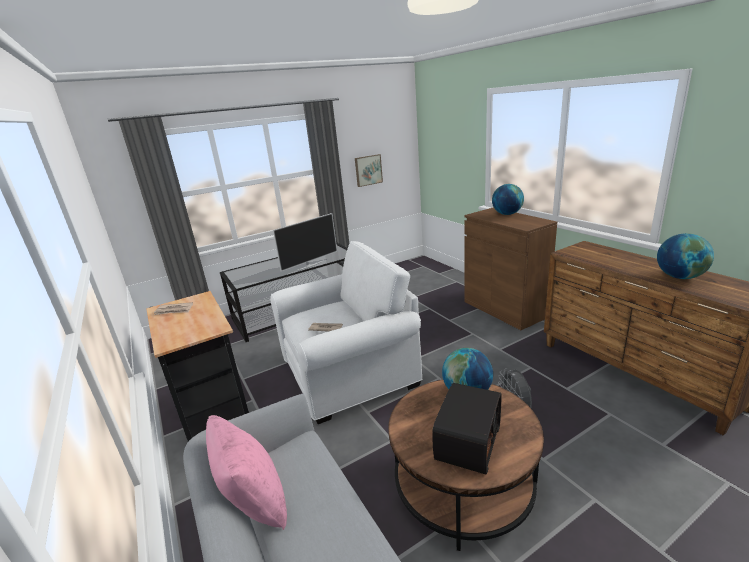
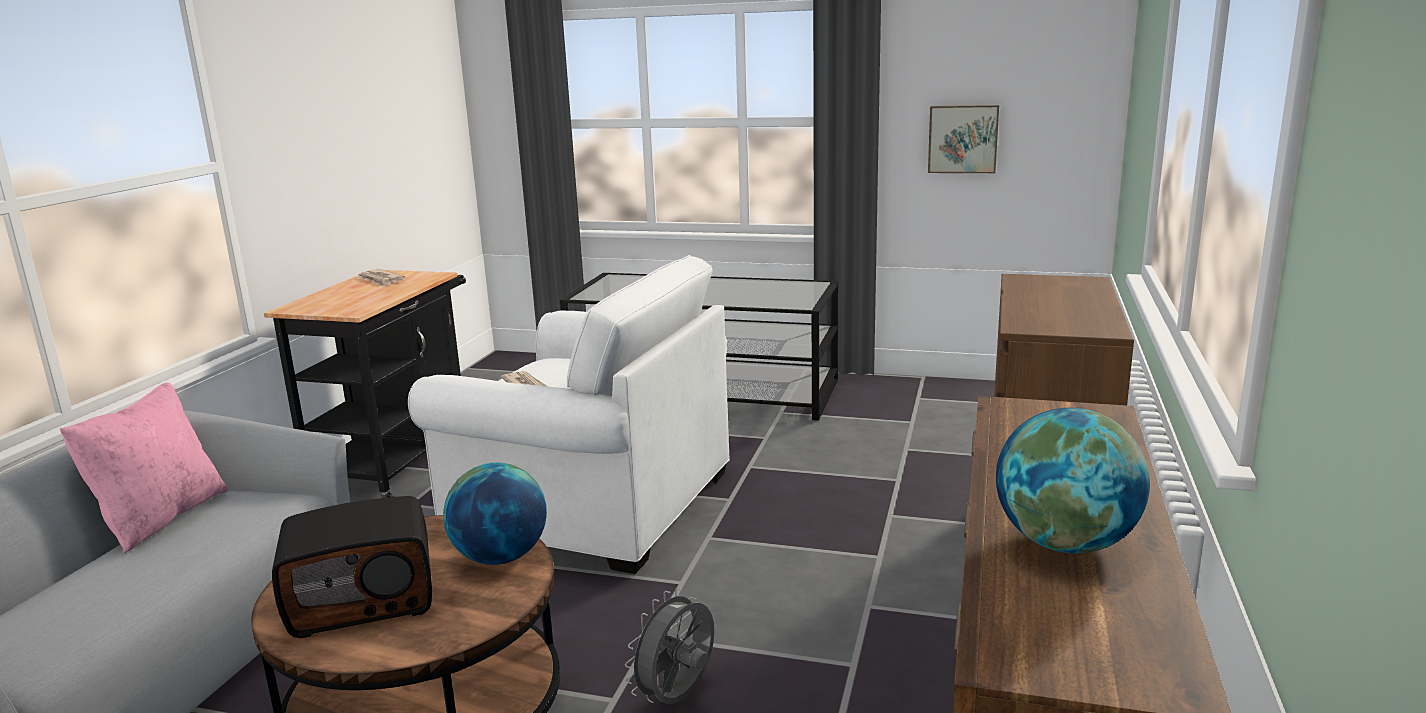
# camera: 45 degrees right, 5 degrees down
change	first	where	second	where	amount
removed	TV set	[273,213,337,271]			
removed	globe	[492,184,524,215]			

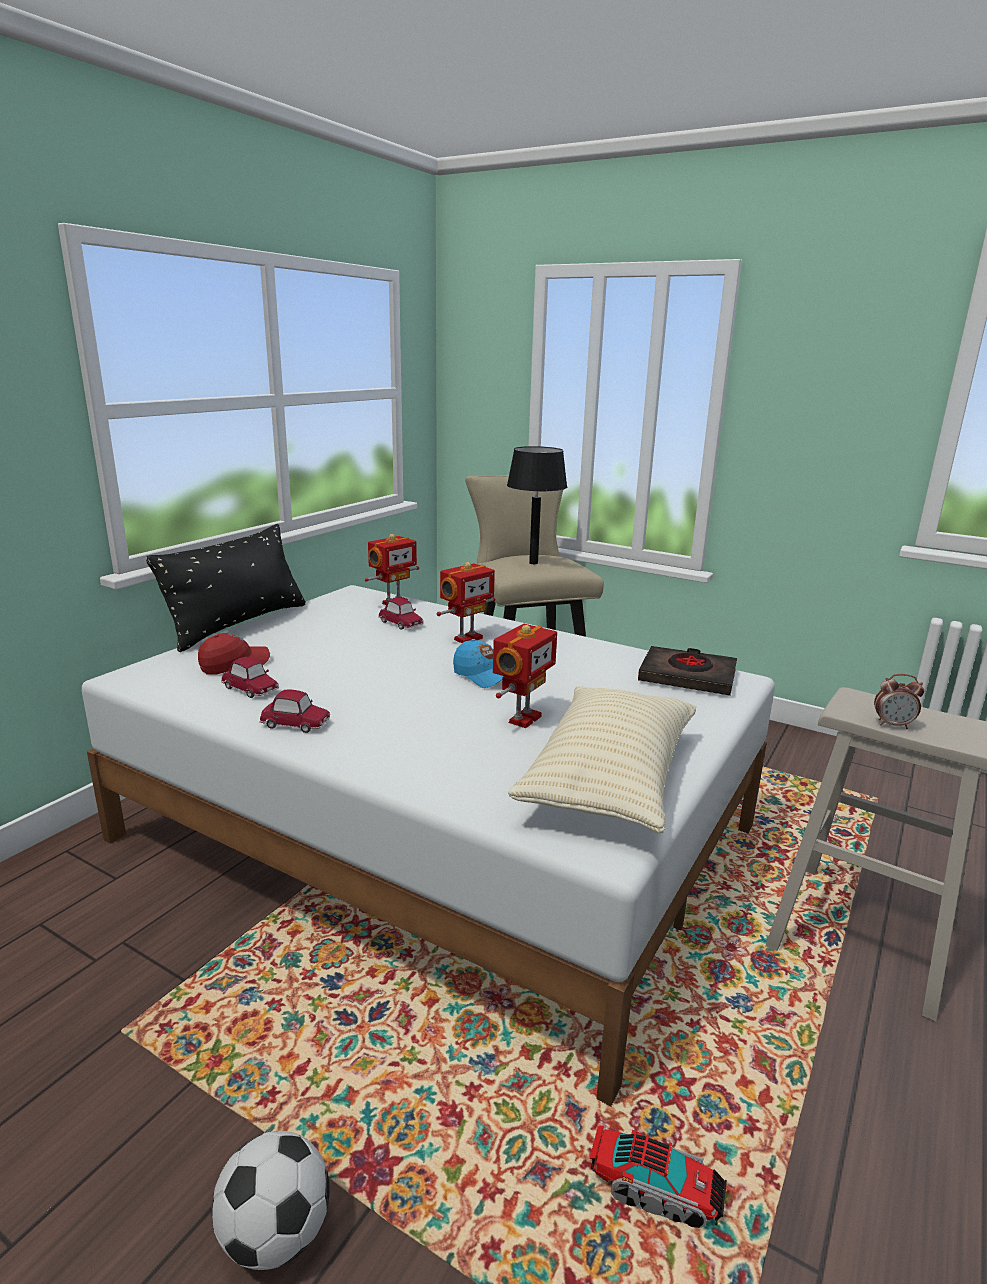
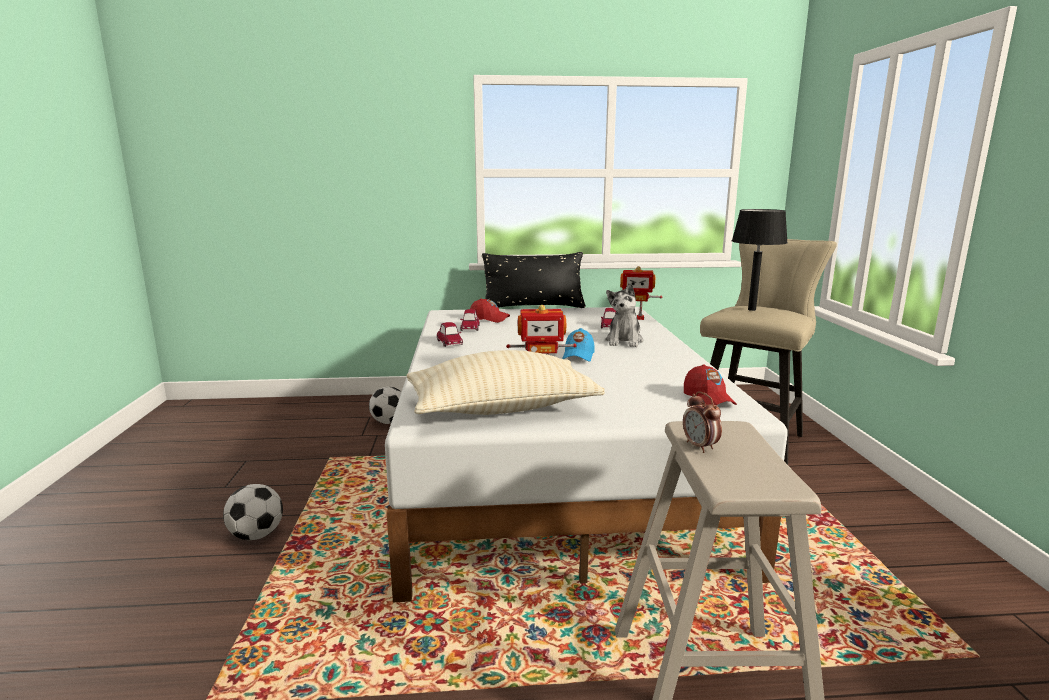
# camera: 55 degrees right, 5 degrees down
change	first	where	second	where	amount
added			ball for football	[369,387,401,424]	
replaced	toy robot	[436,562,495,643]	soft toy	[605,283,644,347]	
replaced	bound book in blackish	[638,646,737,696]	baseball cap in reddish	[684,364,737,405]	
removed	model truck	[590,1126,728,1228]			

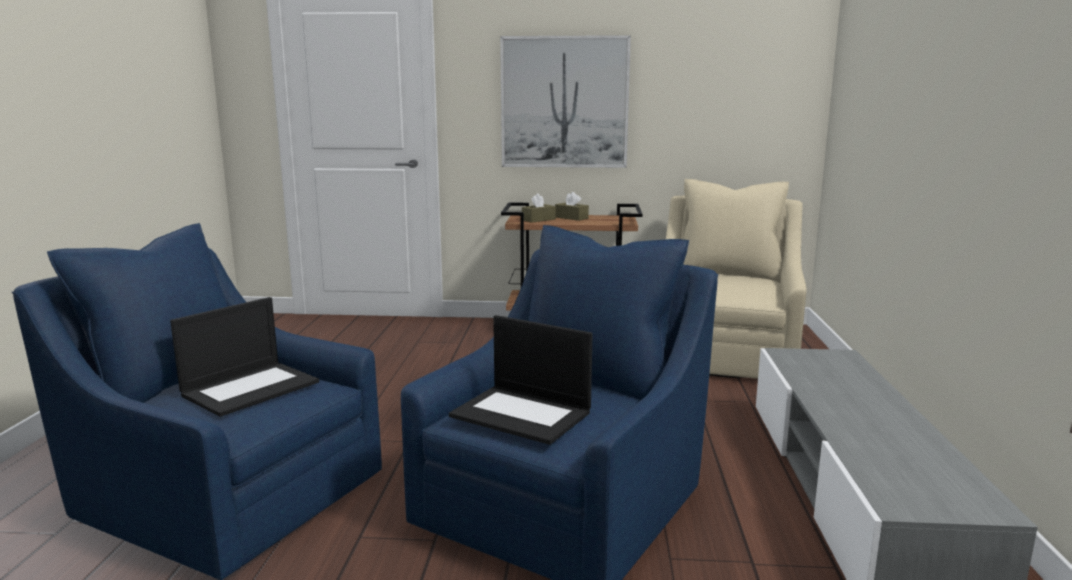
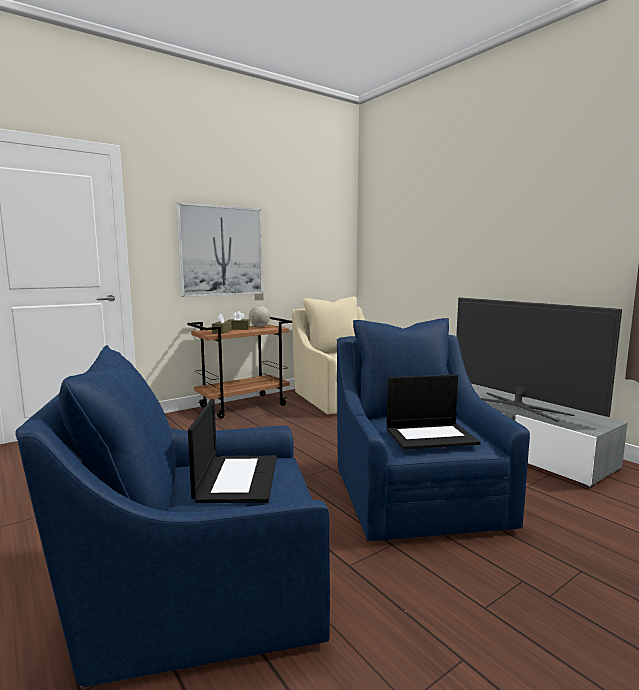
# camera: 40 degrees left, 5 degrees down
change	first	where	second	where	amount
added			globe	[249,294,270,327]	
added			TV set	[456,297,622,422]	

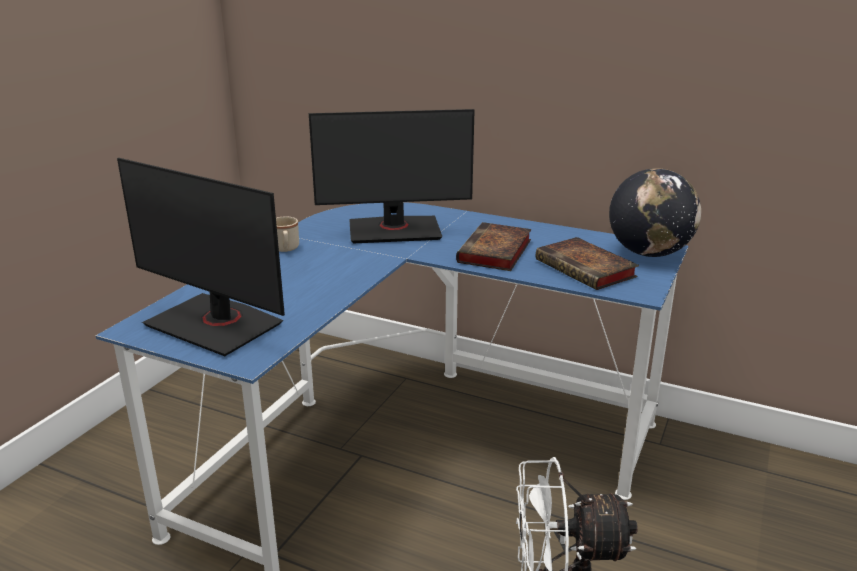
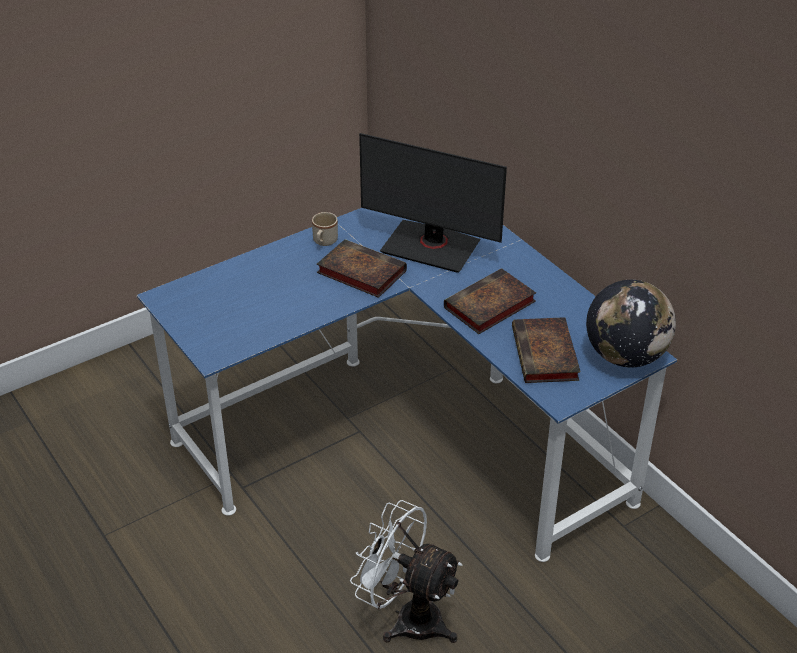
# camera: 30 degrees right, 15 degrees up
change	first	where	second	where	amount
added			bound book	[316,239,407,298]	
removed	computer display	[117,158,285,356]			

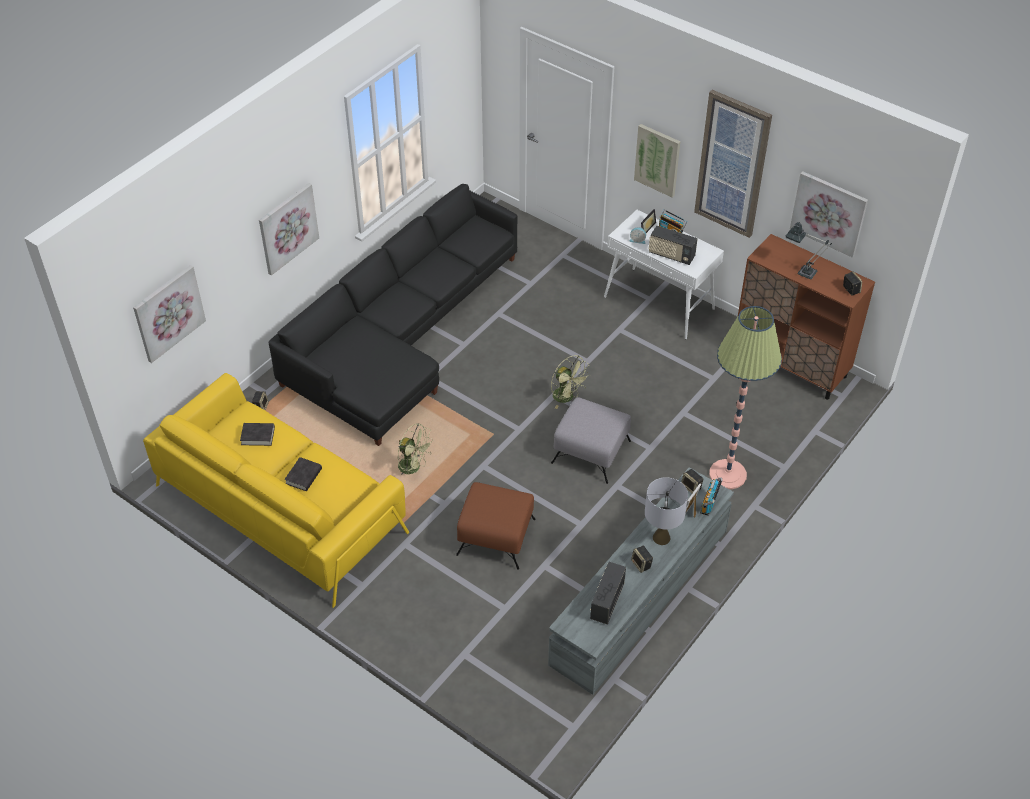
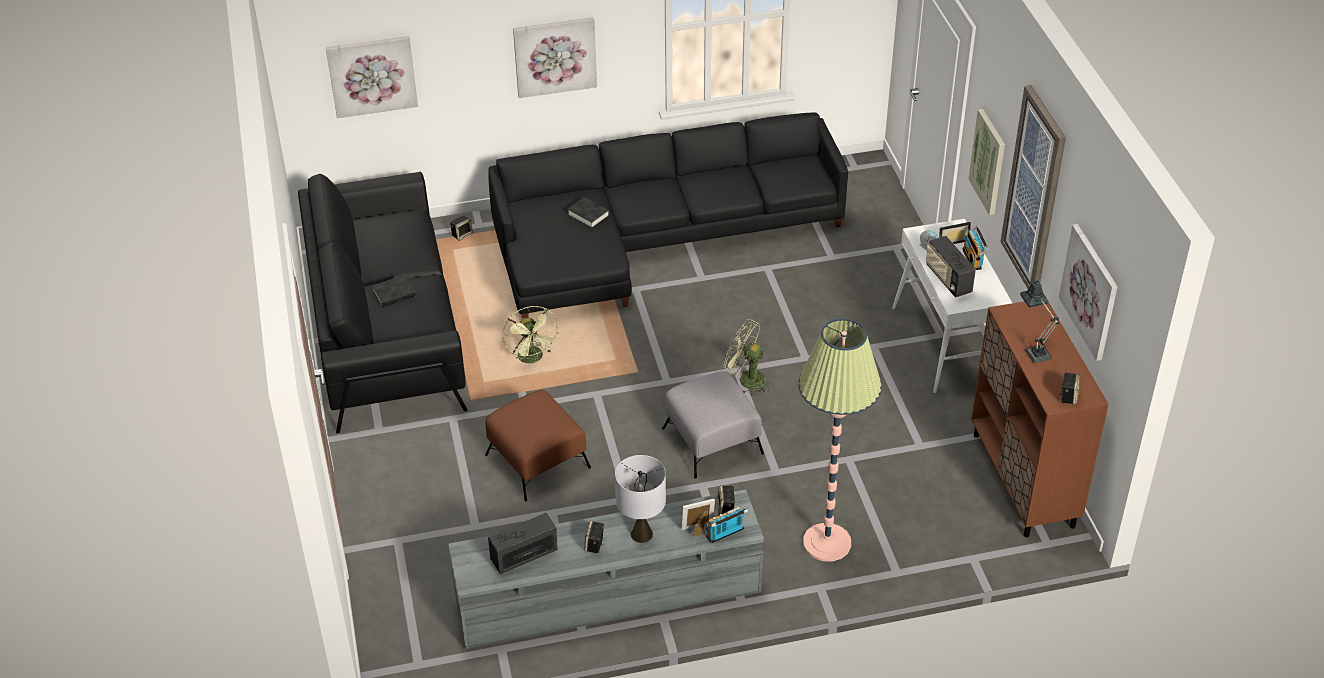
# camera: 40 degrees right, 5 degrees down
change	first	where	second	where	amount
recoloured	sofa in yellowish	[143,373,409,608]	sofa in blackish	[298,172,468,433]	
moved	bound book in blackish	[240,423,275,446]		[568,197,610,228]	
turned	electric fan in green-coloured	[551,355,590,409]		[724,319,768,396]	120 degrees clockwise

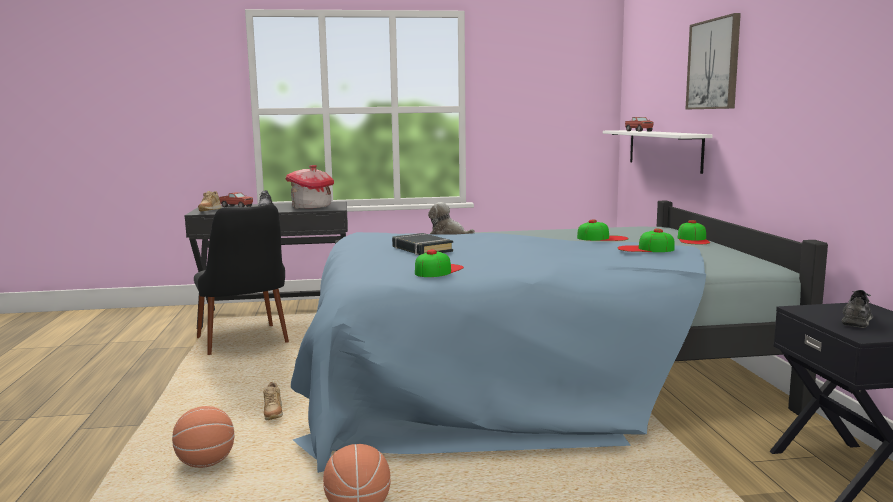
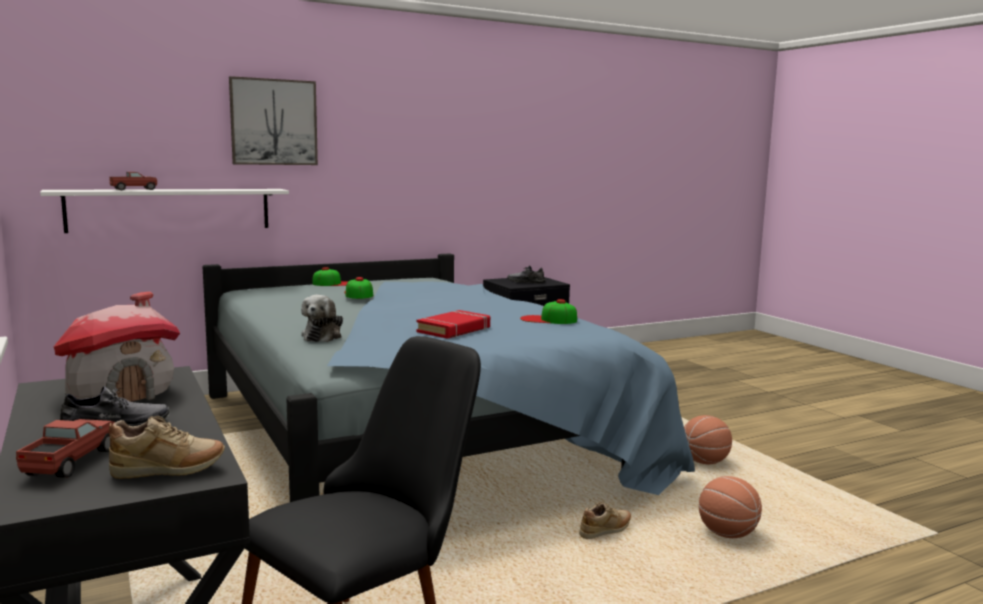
# camera: 110 degrees left, 0 degrees up
change	first	where	second	where	amount
recoloured	bound book in blackish	[392,233,453,255]	bound book in reddish	[416,310,490,339]	
removed	baseball cap	[618,229,675,252]			

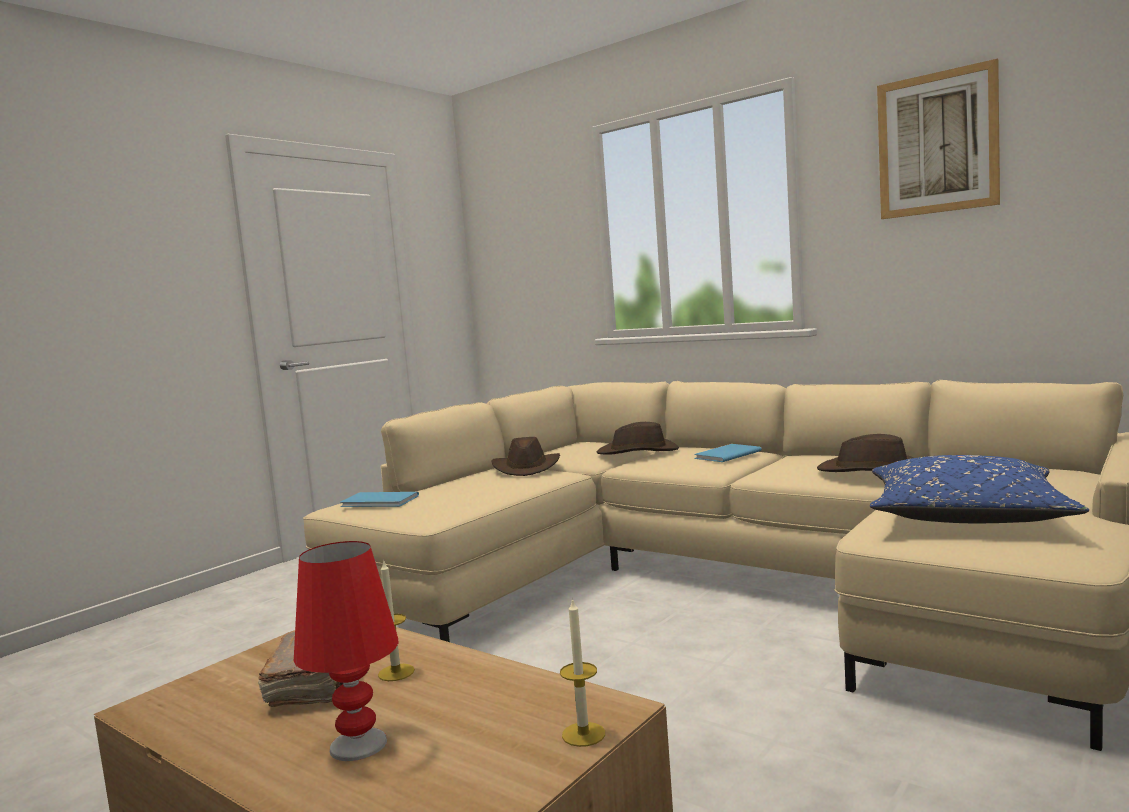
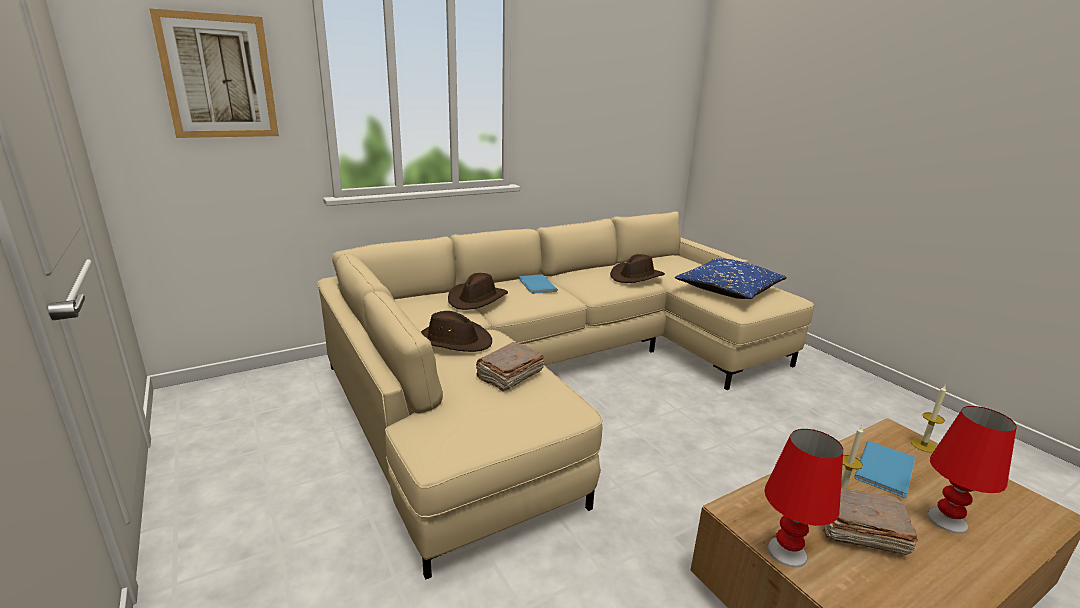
# camera: 70 degrees left, 15 degrees up
change	first	where	second	where	amount
moved	picture	[877,59,1000,219]		[149,8,279,138]	
added			bound book in brownish	[476,342,544,392]	
added			tabletop lamp in reddish	[764,429,843,568]	
moved	bound book in blue-coloured	[340,492,419,507]		[854,441,915,498]	

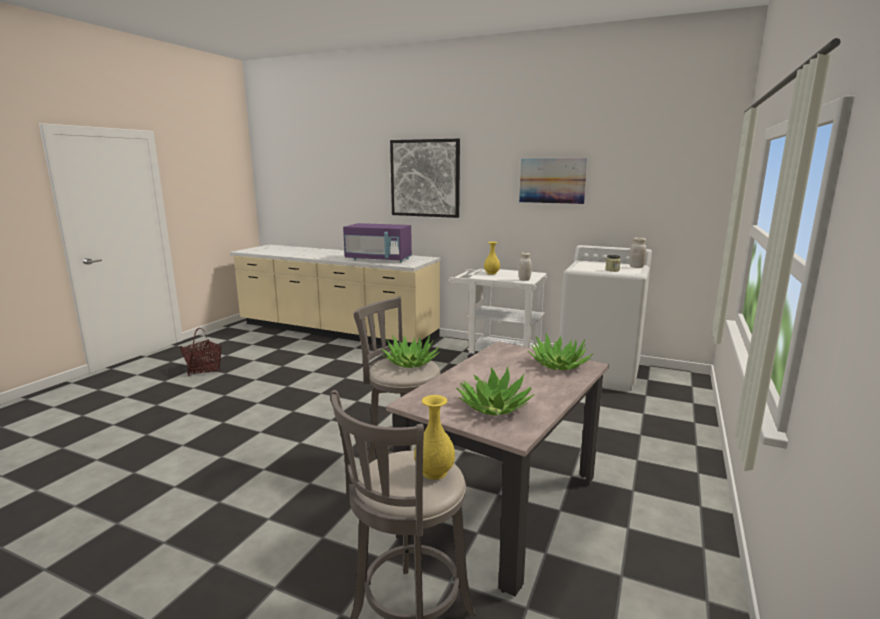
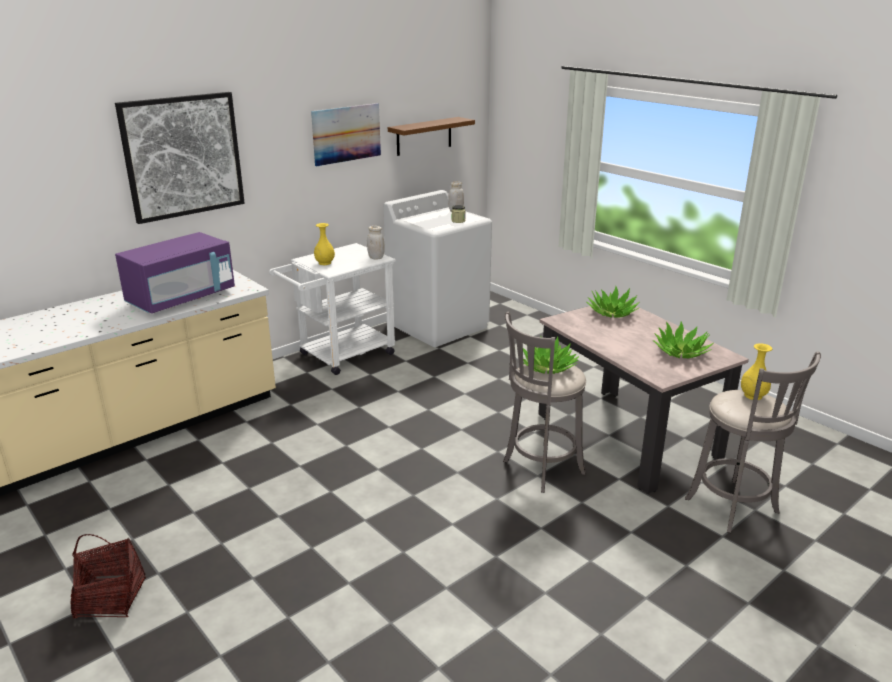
# camera: 65 degrees left, 10 degrees up
change	first	where	second	where	amount
added			wall shelf in brownish	[388,117,475,156]	

